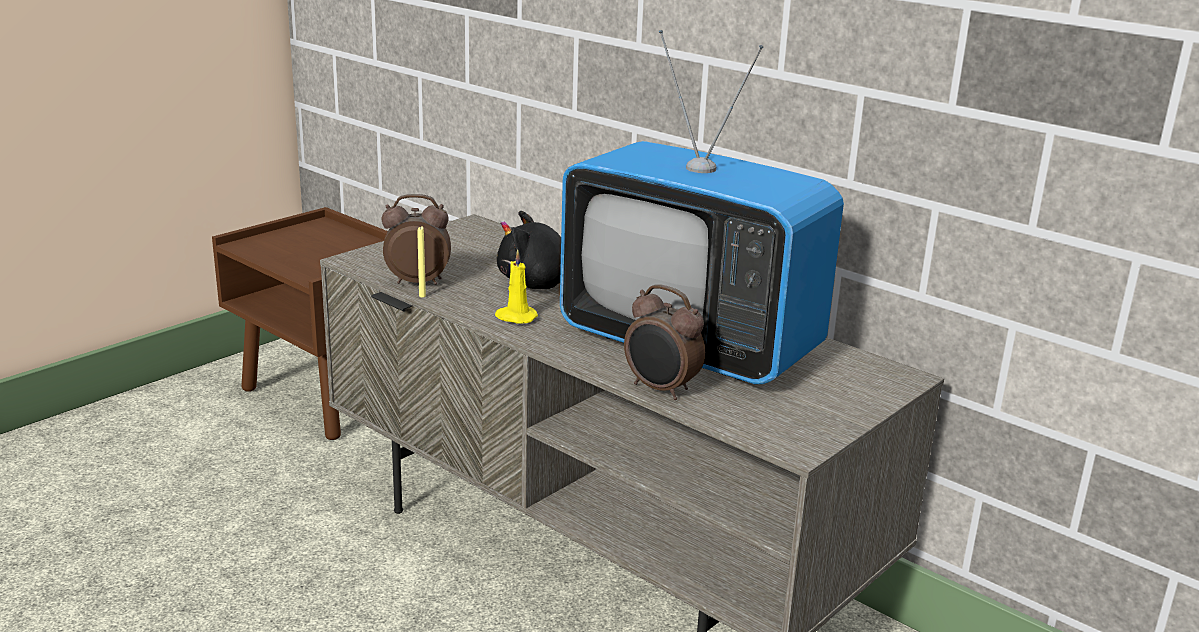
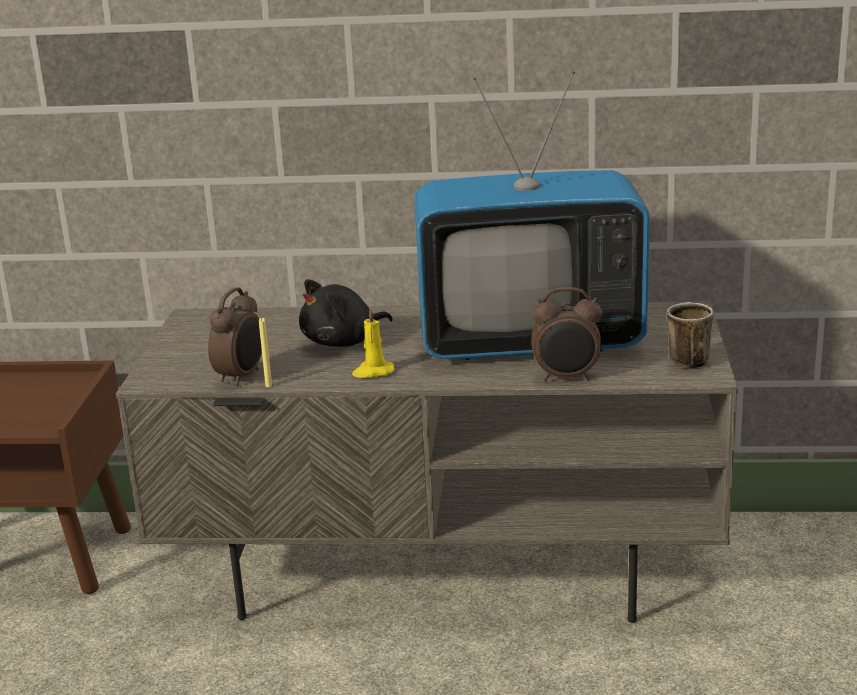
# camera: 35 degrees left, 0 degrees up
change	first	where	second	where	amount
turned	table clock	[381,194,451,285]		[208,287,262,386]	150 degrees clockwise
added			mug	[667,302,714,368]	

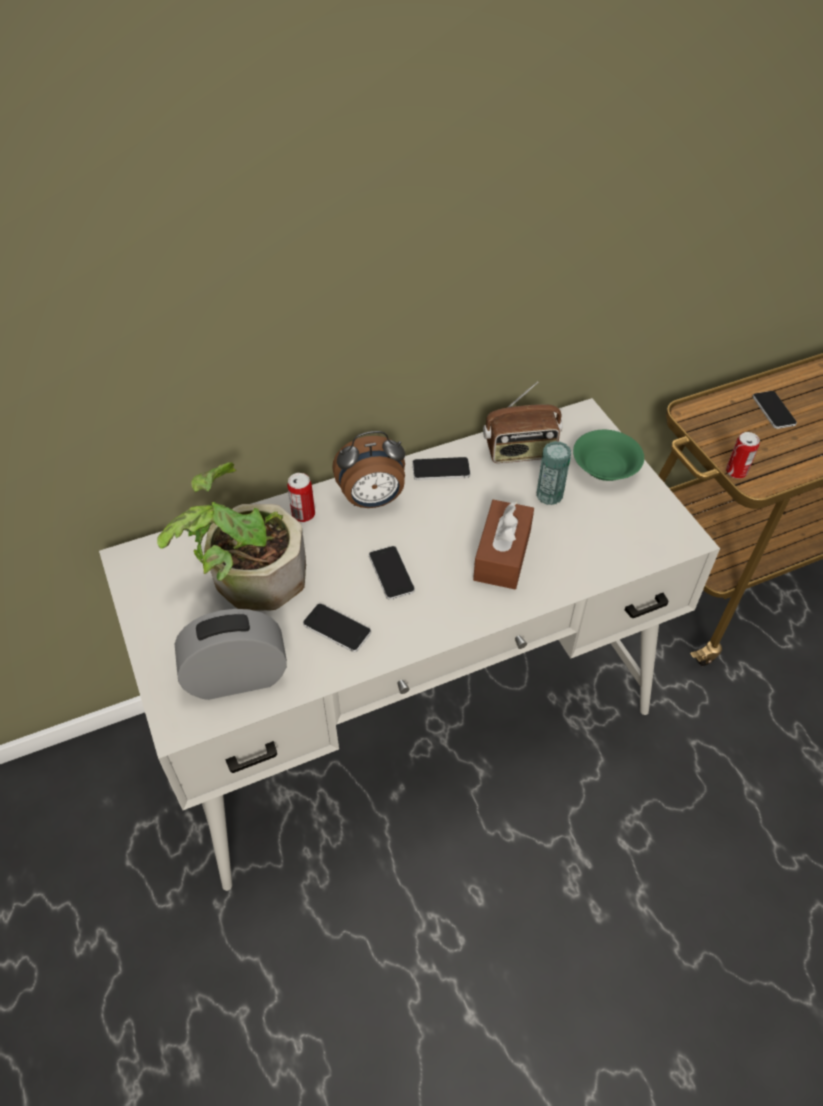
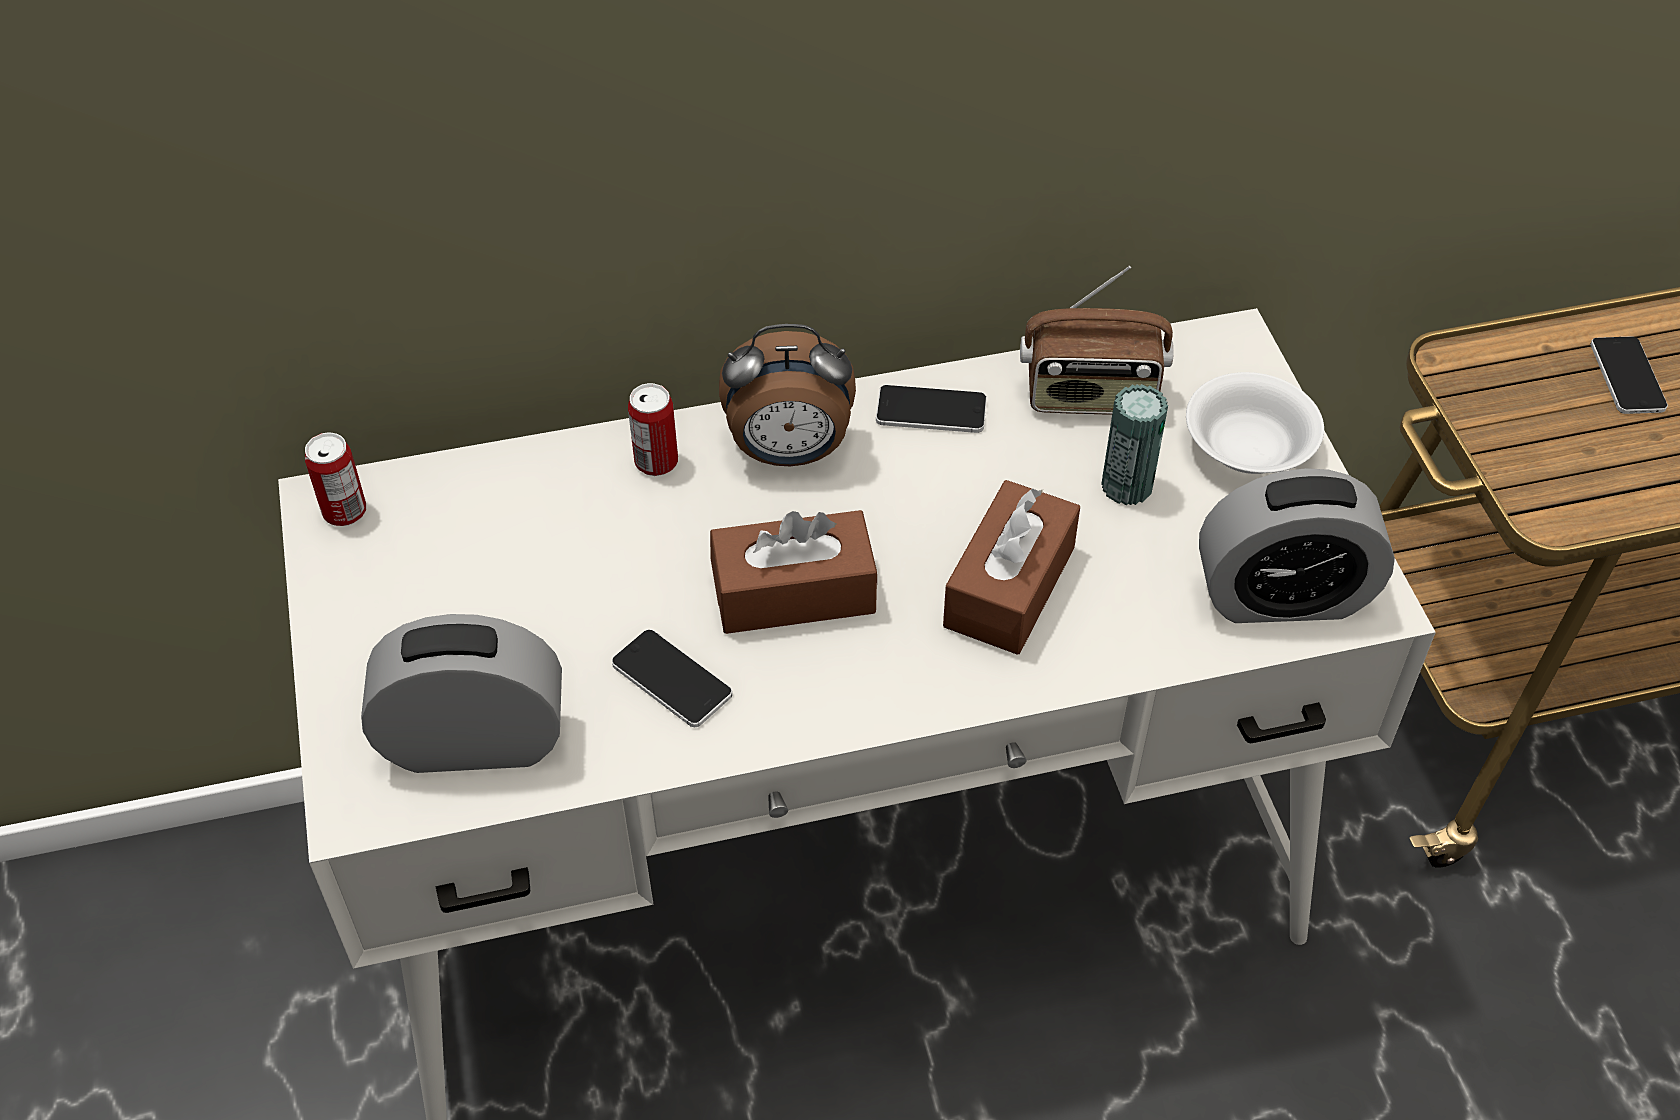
# camera: 10 degrees right, 0 degrees up
change	first	where	second	where	amount
moved	sealed can	[726,432,760,479]		[305,433,366,526]	
replaced	phone	[369,546,415,600]	tissue box in brownish	[710,510,877,634]	
recoloured	deep dish in green-coloured	[573,430,644,481]	deep dish in whitish	[1186,372,1324,474]	
added			table clock	[1199,468,1395,623]	
removed	plant in a pot	[157,462,306,611]			

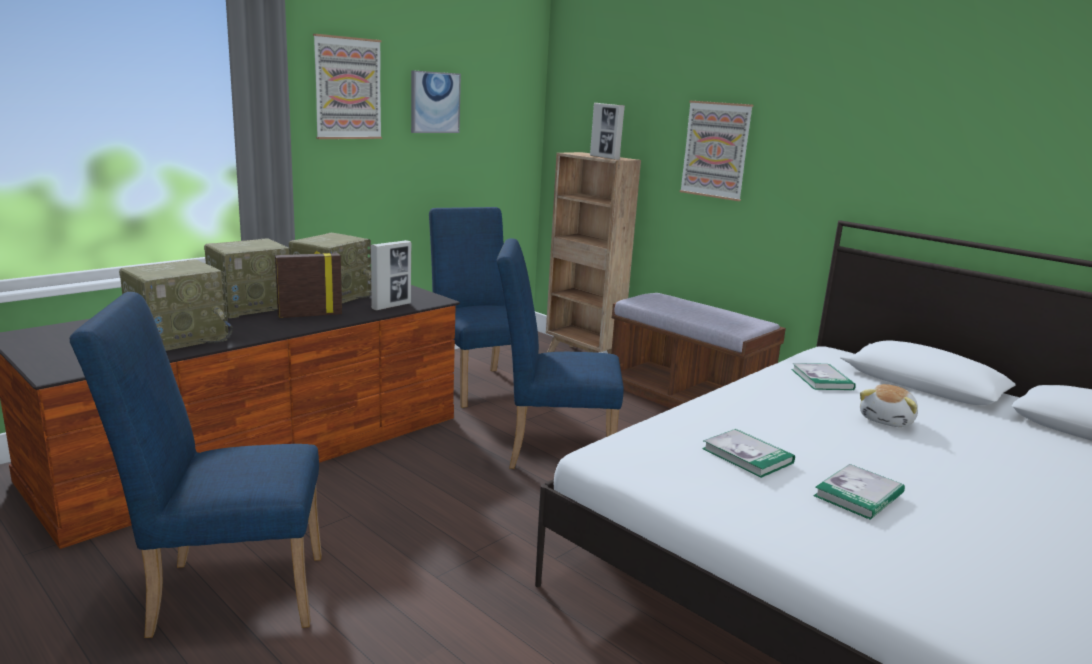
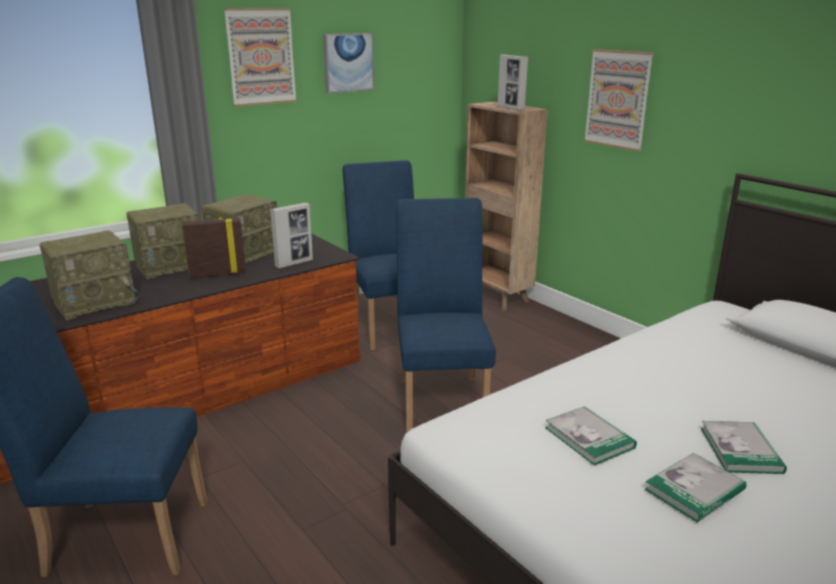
# camera: 10 degrees right, 5 degrees up
change	first	where	second	where	amount
turned	plain chair in blue-coloured	[497,238,624,469]		[396,198,496,433]	75 degrees clockwise
moved	bound book	[791,363,856,390]		[701,421,787,474]	
removed	indoor bench in brownish	[611,293,786,409]			
removed	soft toy	[860,384,918,427]			

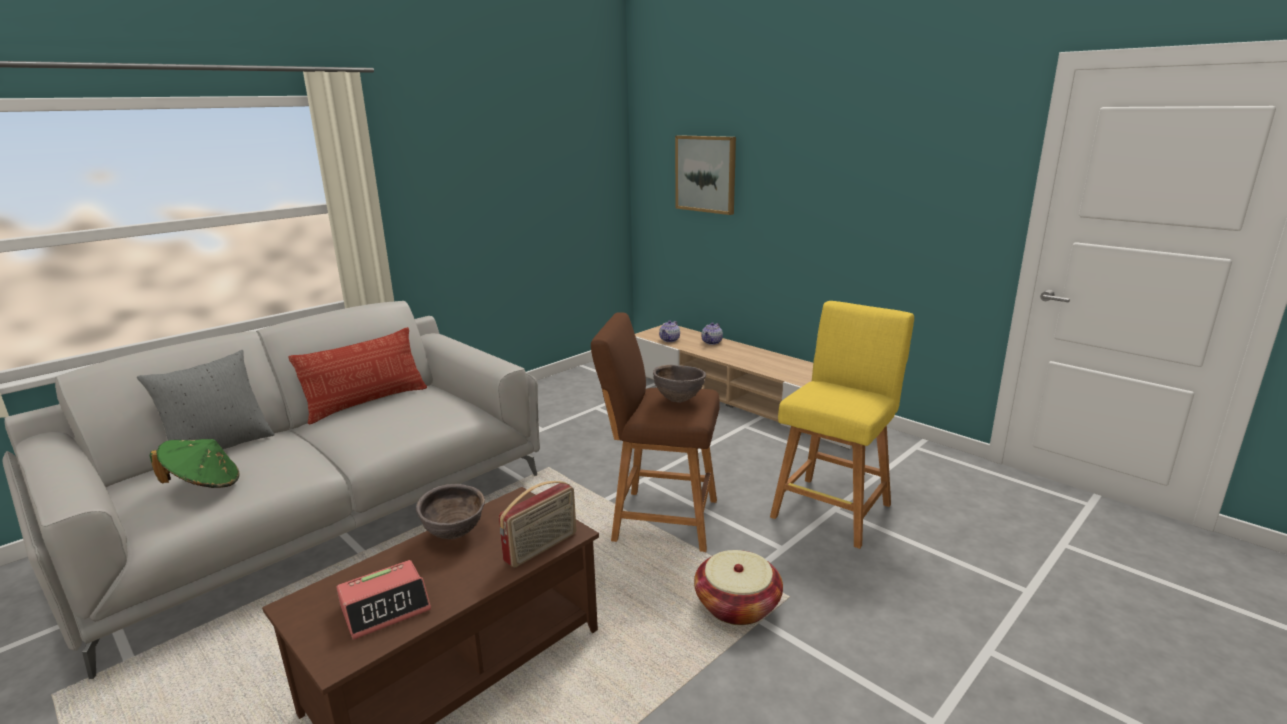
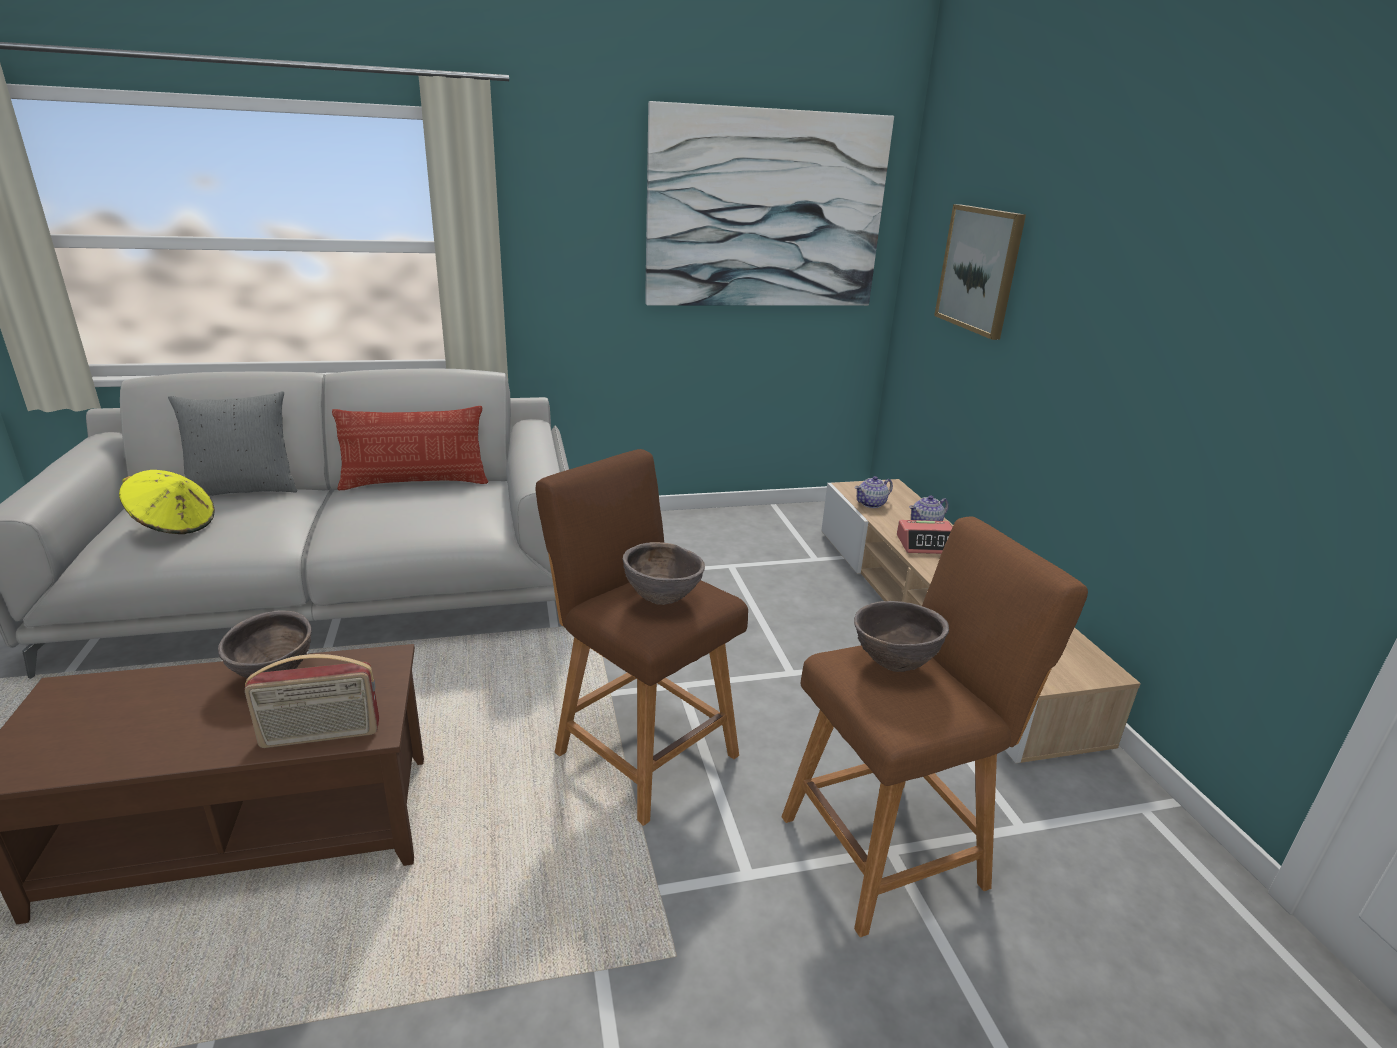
# camera: 30 degrees right, 5 degrees up
change	first	where	second	where	amount
recoloured	wearable hat in green-coloured	[150,439,239,488]	wearable hat in yellowish	[119,470,215,534]	
added			picture	[645,101,894,306]	
recoloured	stool seat in yellowish	[770,301,914,549]	stool seat in brownish	[782,516,1088,937]	
added			deep dish in brownish	[854,601,949,672]	
moved	table clock	[336,560,431,640]		[897,520,952,554]	
removed	household basket	[694,550,783,625]			

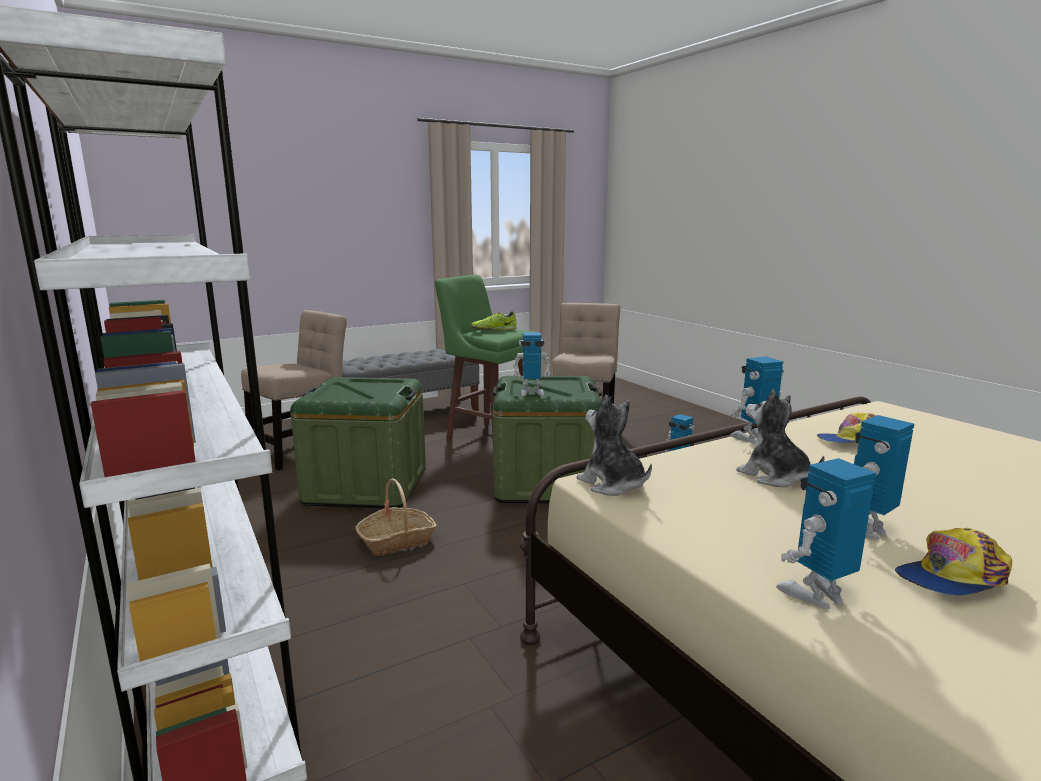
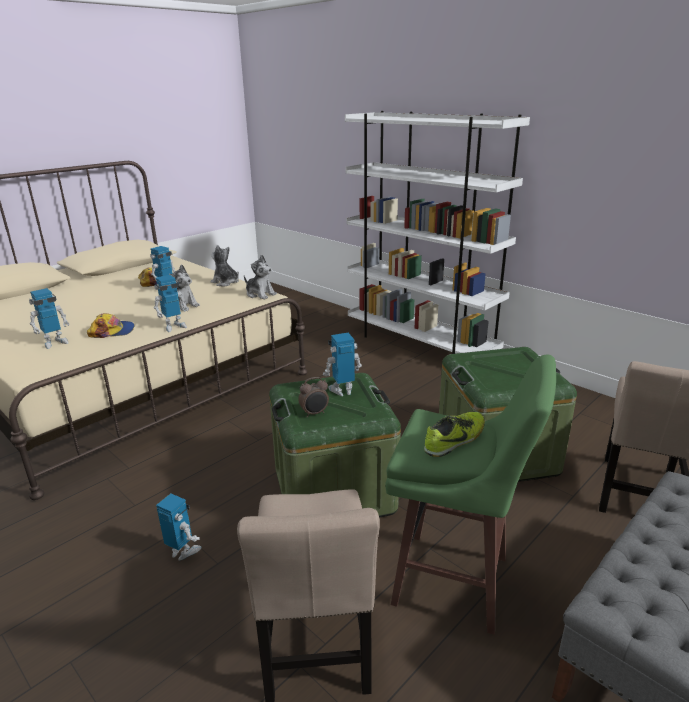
# camera: 165 degrees right, 10 degrees up
change	first	where	second	where	amount
moved	toy robot	[776,458,876,609]		[29,288,70,349]	
added			soft toy	[211,245,239,286]	
added			table clock	[298,377,329,417]	
removed	household basket	[355,478,437,556]			

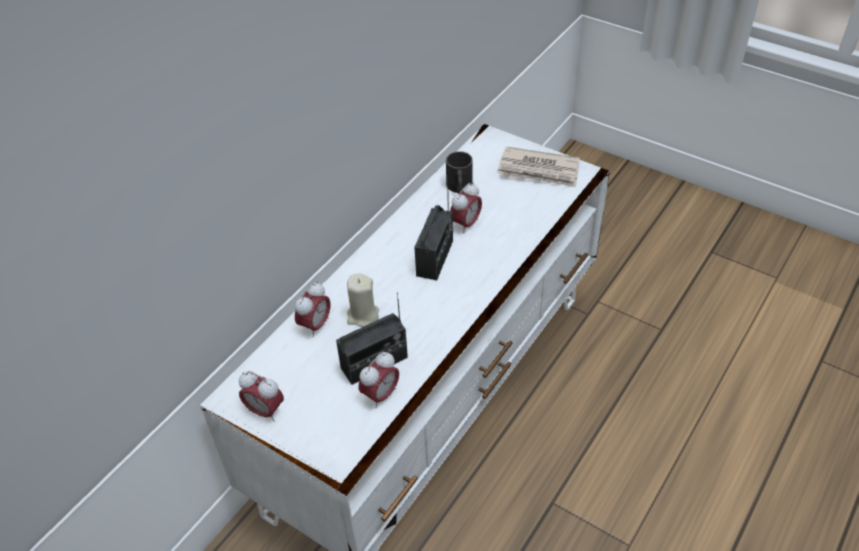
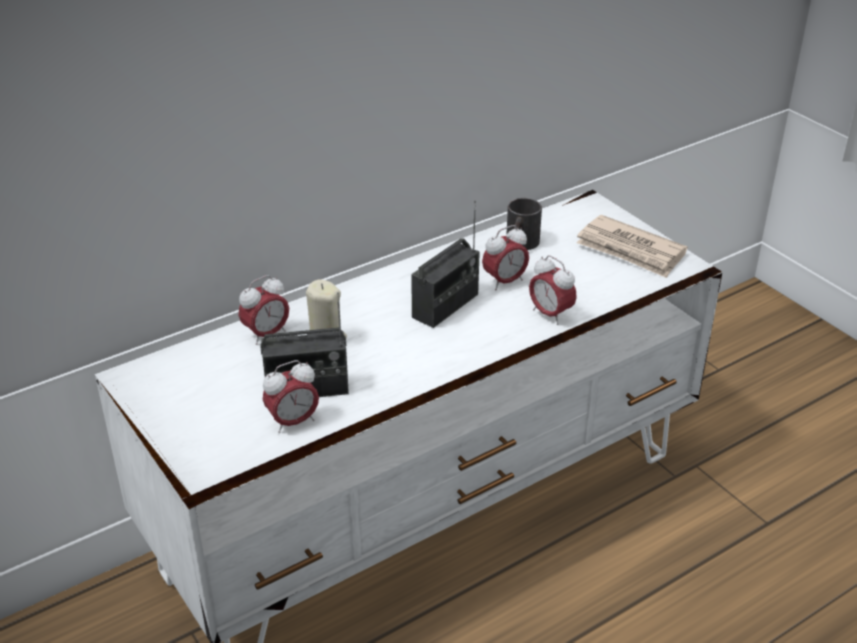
# camera: 20 degrees right, 10 degrees down
change	first	where	second	where	amount
moved	table clock	[239,371,284,422]		[529,255,577,325]	

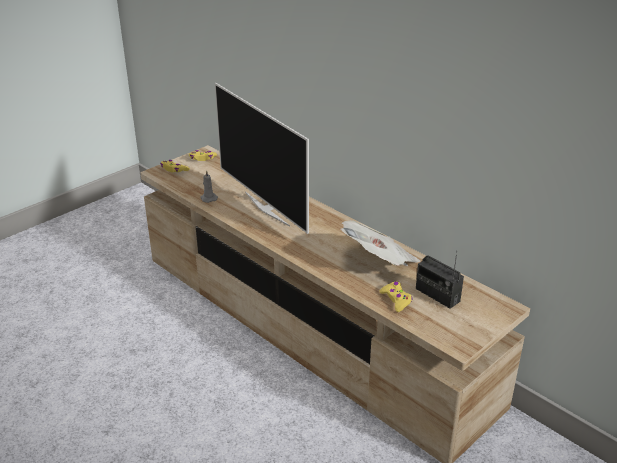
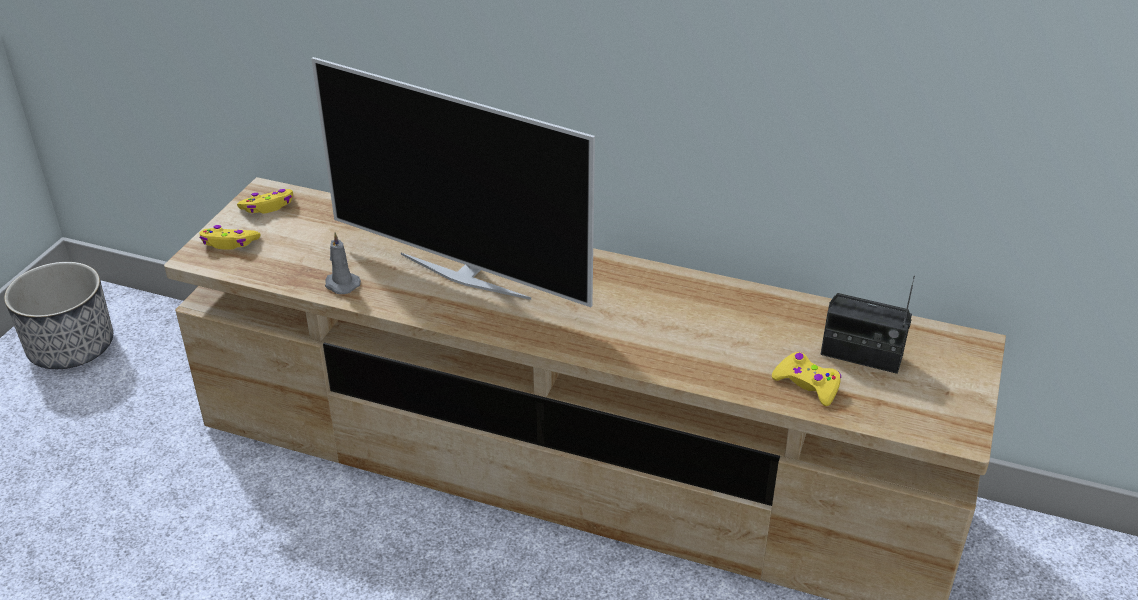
# camera: 25 degrees left, 5 degrees up
change	first	where	second	where	amount
added			plant pot	[4,262,113,369]	
removed	printed paper	[340,220,421,266]			

